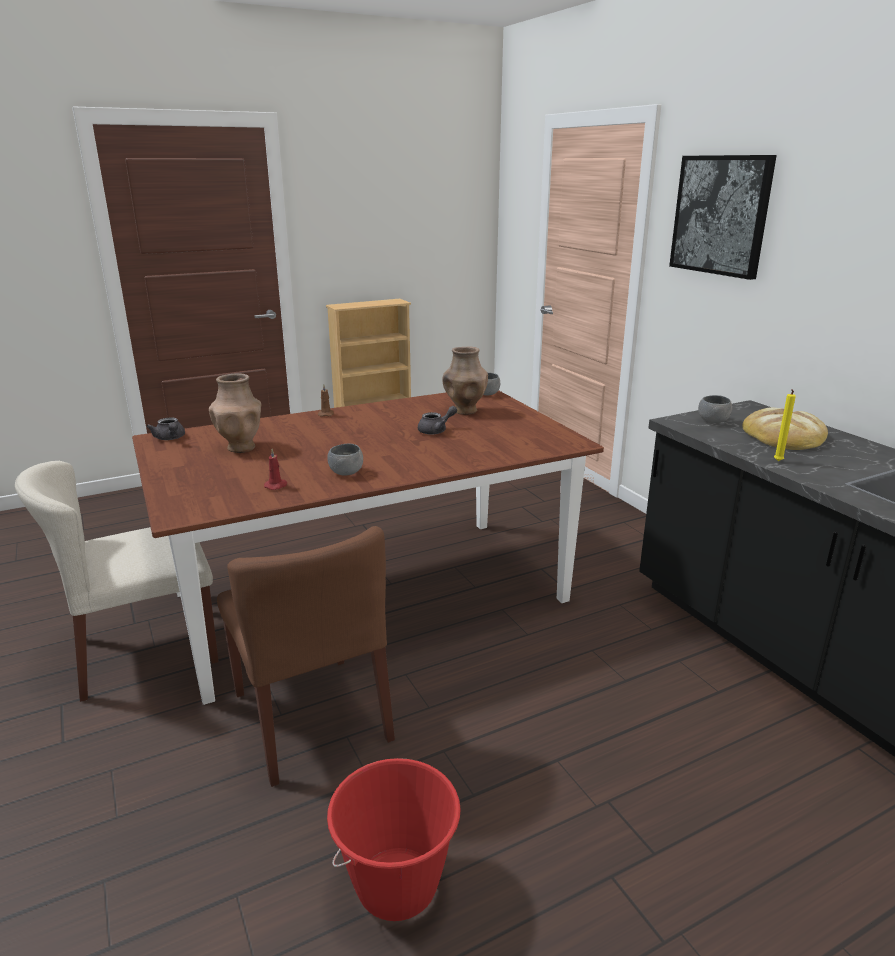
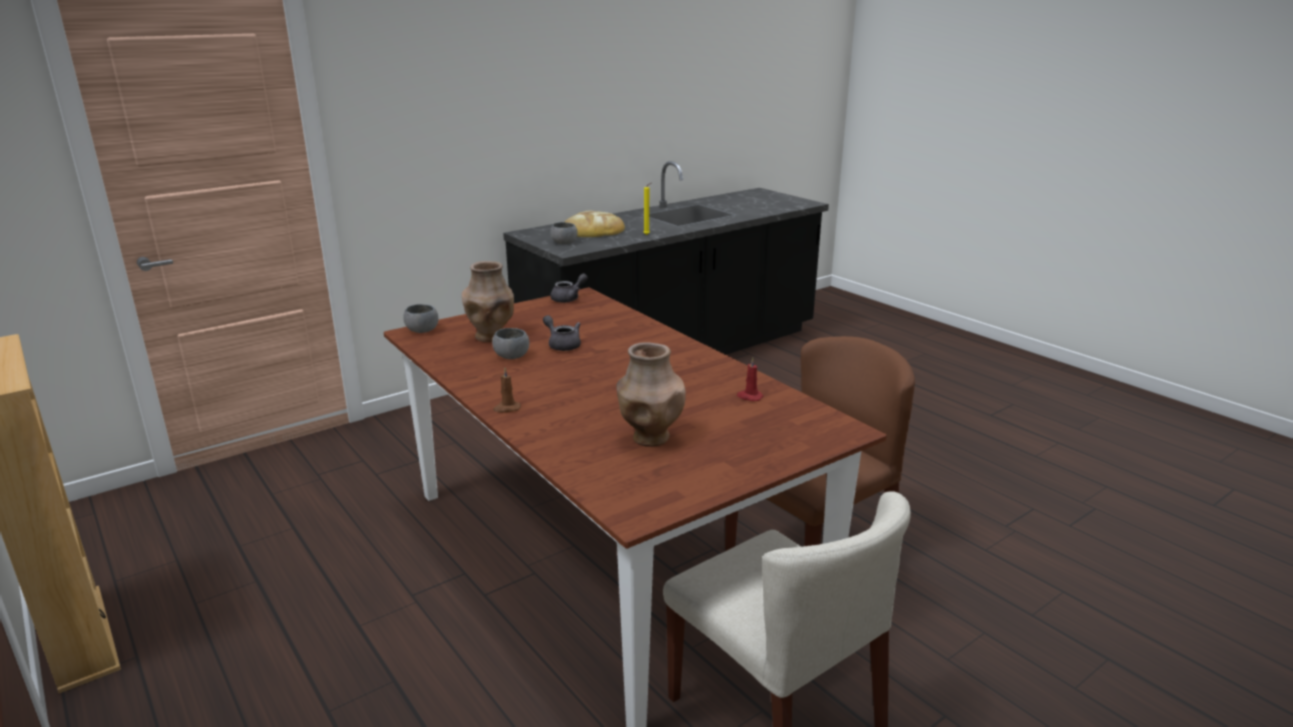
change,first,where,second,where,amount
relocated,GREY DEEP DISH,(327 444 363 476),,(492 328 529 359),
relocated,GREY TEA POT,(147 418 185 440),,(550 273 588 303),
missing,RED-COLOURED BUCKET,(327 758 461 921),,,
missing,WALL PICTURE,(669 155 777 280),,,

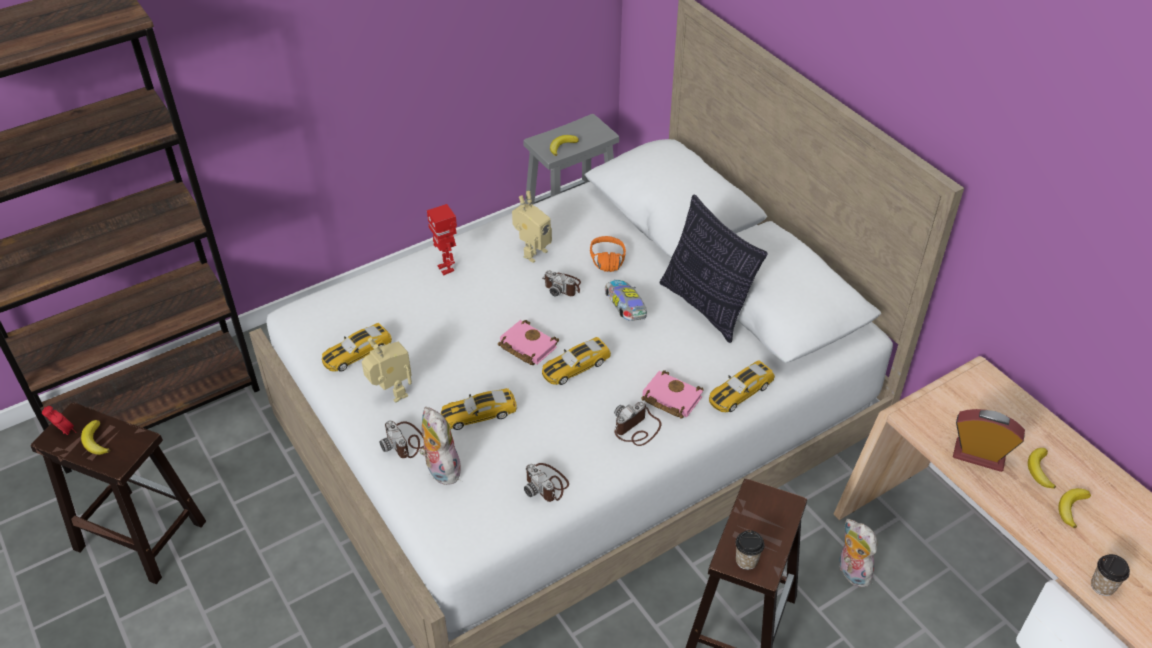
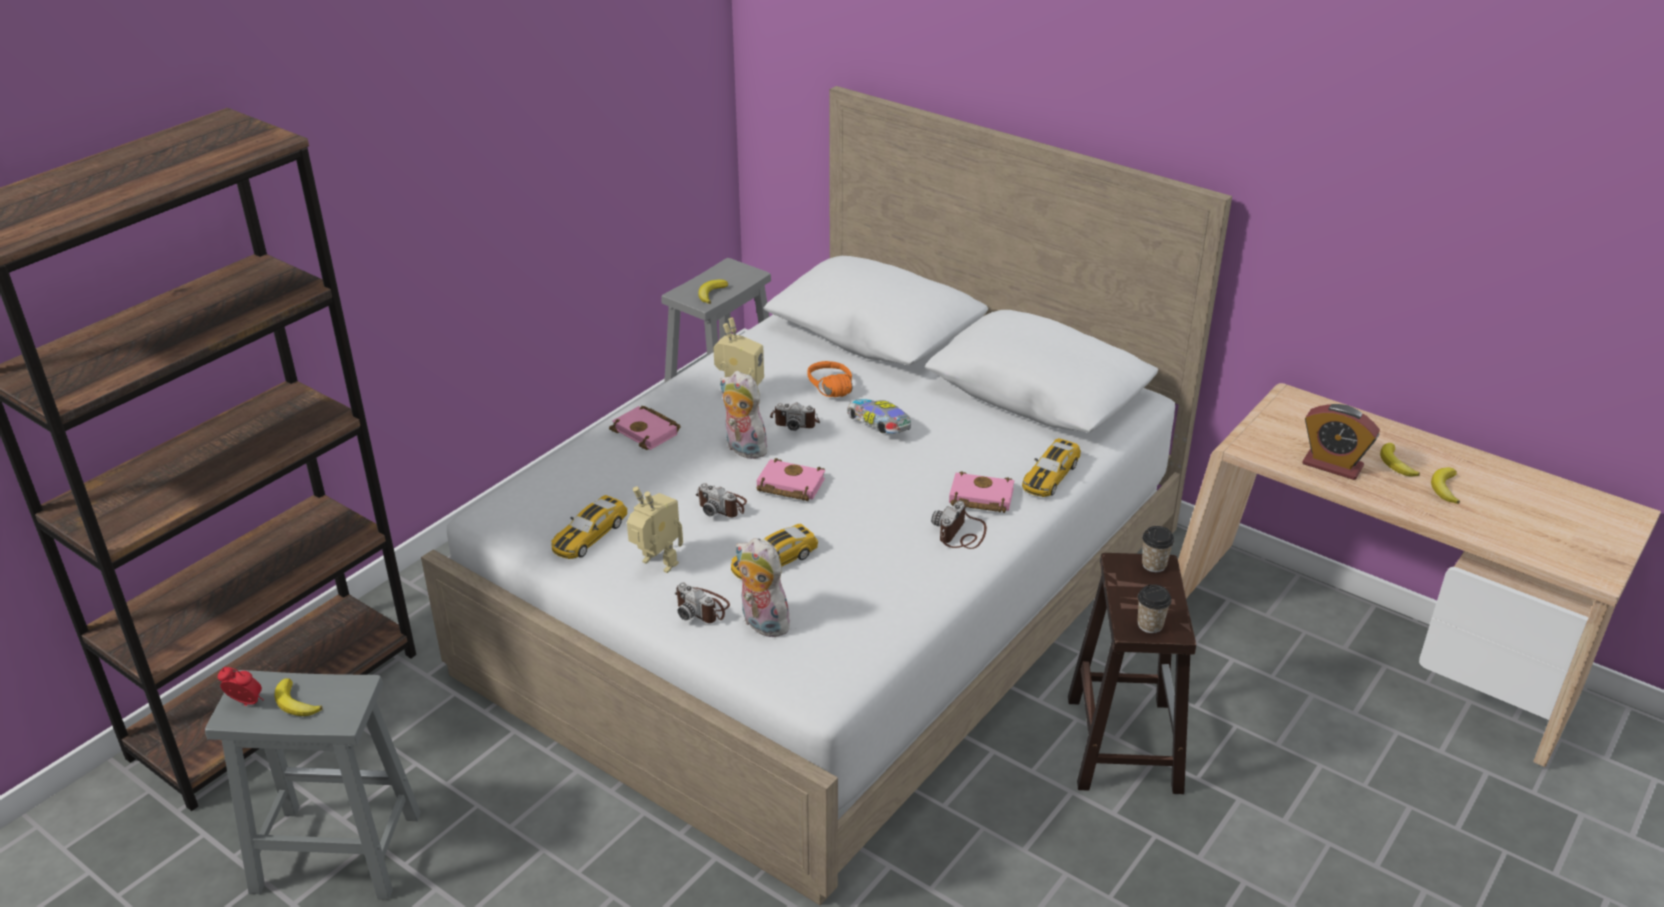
change,first,where,second,where,amount
colour,BROWN STOOL,(31 402 206 584),GREY STOOL,(205 670 421 900),
exchanged,ROBOT FIGURE,(427 204 457 276),PINK BOOK,(609 406 681 450),
relocated,PHOTO CAMERA,(524 463 569 502),,(696 483 747 518),
relocated,PLUSH TOY,(839 519 877 587),,(720 371 767 459),
relocated,CUP,(1091 554 1130 596),,(1142 526 1174 572),
spun,TABLE CLOCK,(953 409 1025 472),,(1302 404 1380 480),150 degrees counterclockwise
missing,MODEL CAR,(542 337 611 385),,,
missing,THROW PILLOW,(660 194 768 343),,,

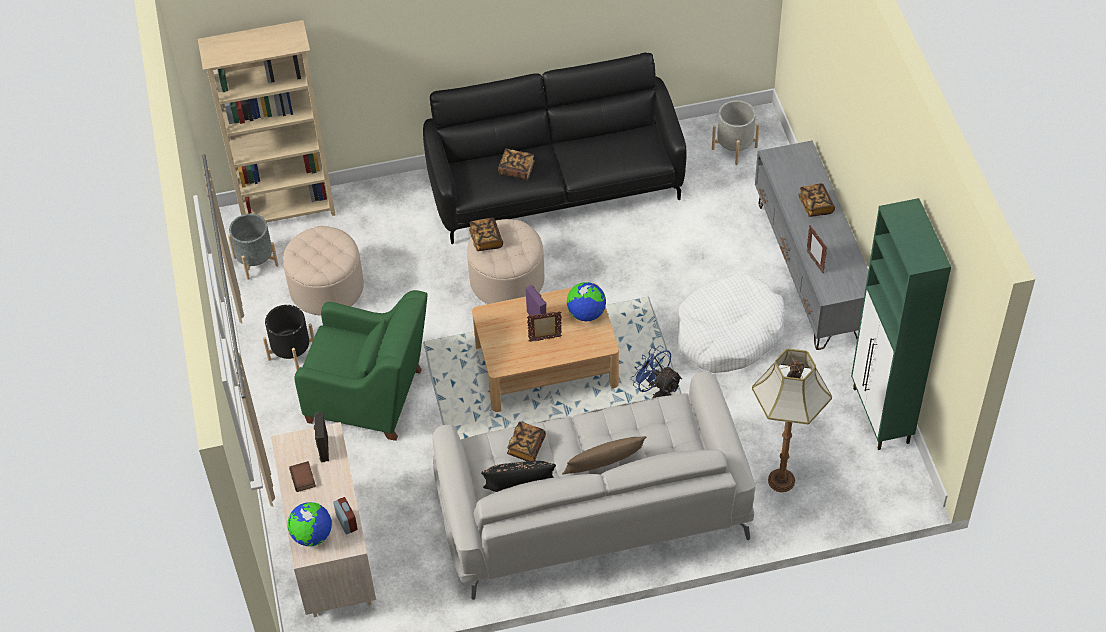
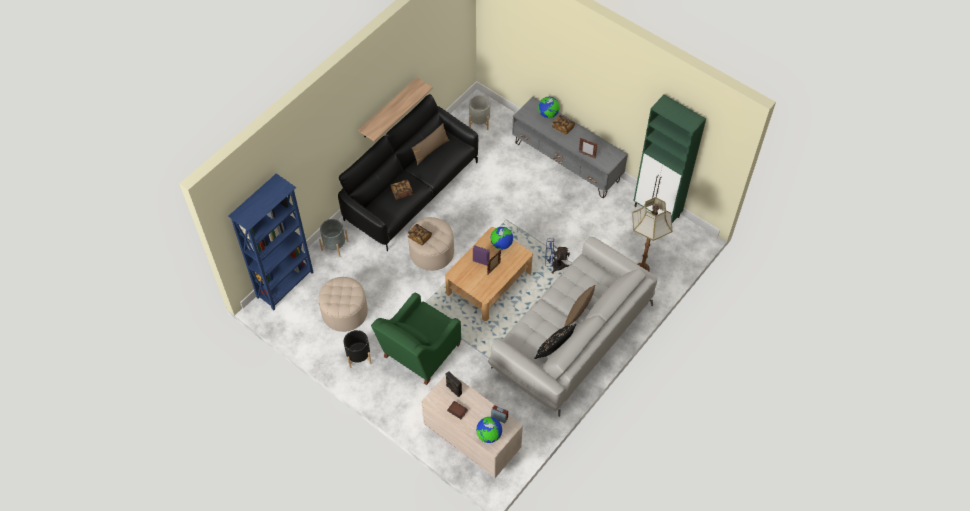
change,first,where,second,where,amount
colour,BEIGE SHELVING UNIT,(198 20 336 222),BLUE-COLOURED SHELVING UNIT,(228 173 314 310),
relocated,GREY PLANTER,(228 214 279 280),,(319 219 348 257),
appeared,,,SHELF,(358 77 433 142),
spun,GREEN-COLOURED EASY CHAIR,(294 290 428 441),,(371 293 461 385),150 degrees clockwise
appeared,,,BROWN THROW PILLOW,(412 123 449 165),
appeared,,,WORLD GLOBE,(538 97 560 118),
missing,BOOK,(507 422 546 461),,,
missing,WHITISH DOG CUSHION,(677 274 785 373),,,

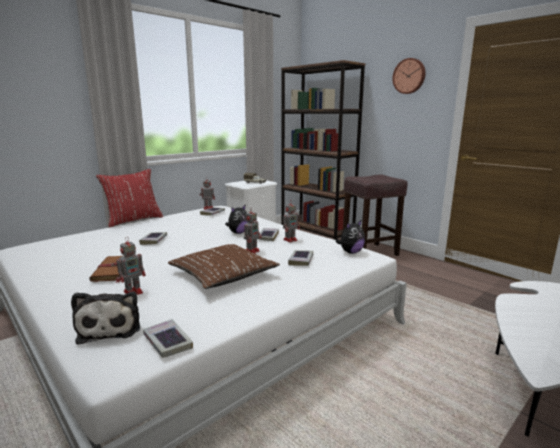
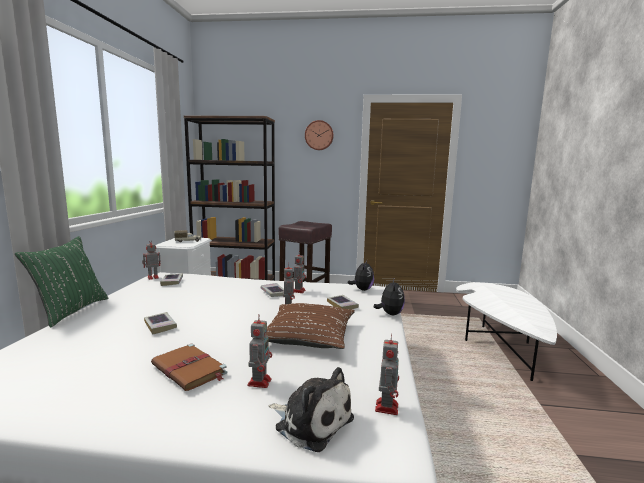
change,first,where,second,where,amount
colour,RED-COLOURED THROW PILLOW,(96 169 163 228),GREEN-COLOURED THROW PILLOW,(15 236 109 328),
relocated,PLUSH TOY,(225 205 248 234),,(374 277 405 315),
exchanged,BOOK,(143 319 193 358),ROBOT FIGURE,(375 333 399 415),

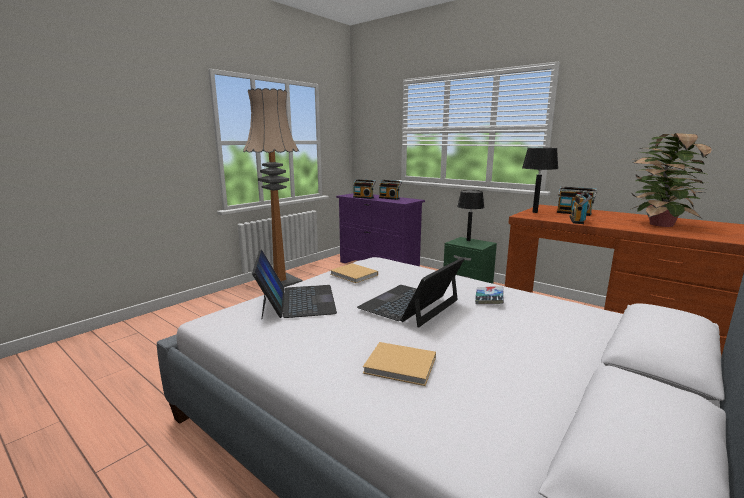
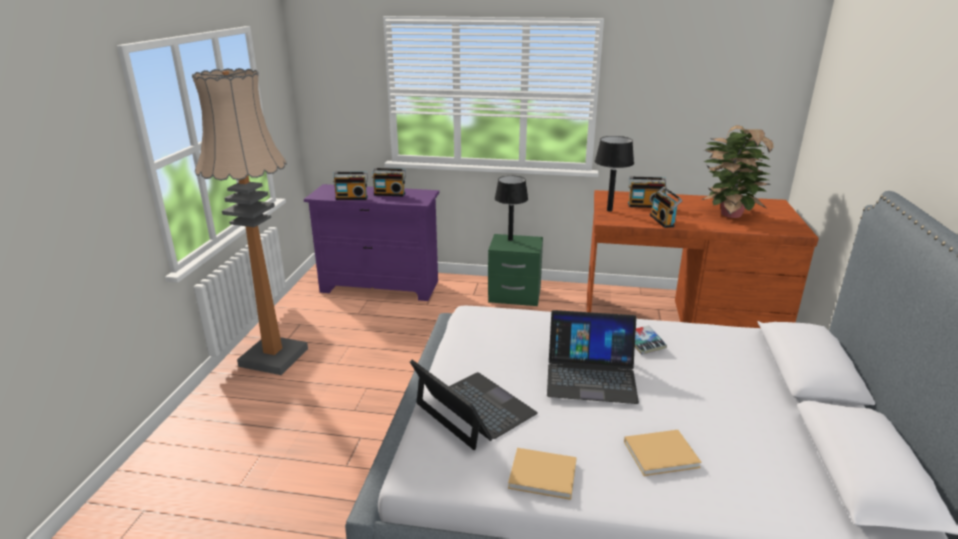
change,first,where,second,where,amount
relocated,BEIGE BOOK,(330 263 378 283),,(508 448 577 500),
spun,PORTABLE COMPUTER,(357 257 464 327),,(547 310 639 404),90 degrees counterclockwise

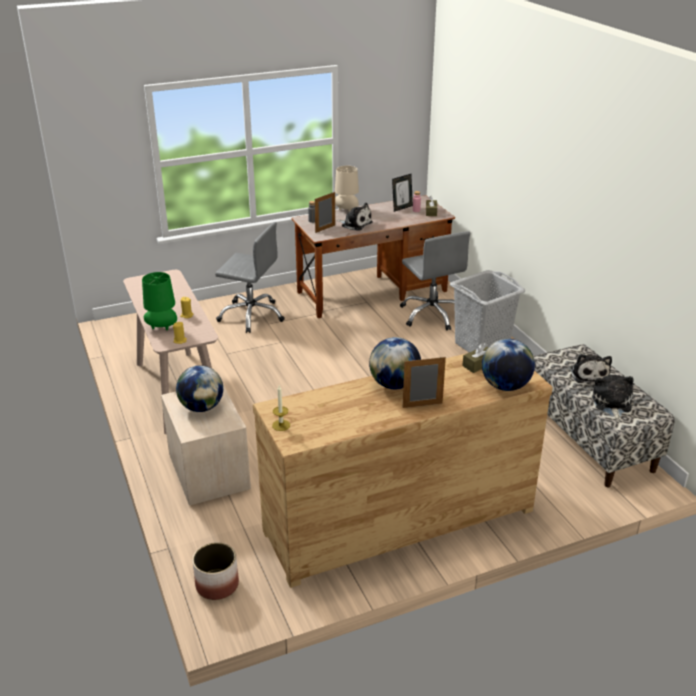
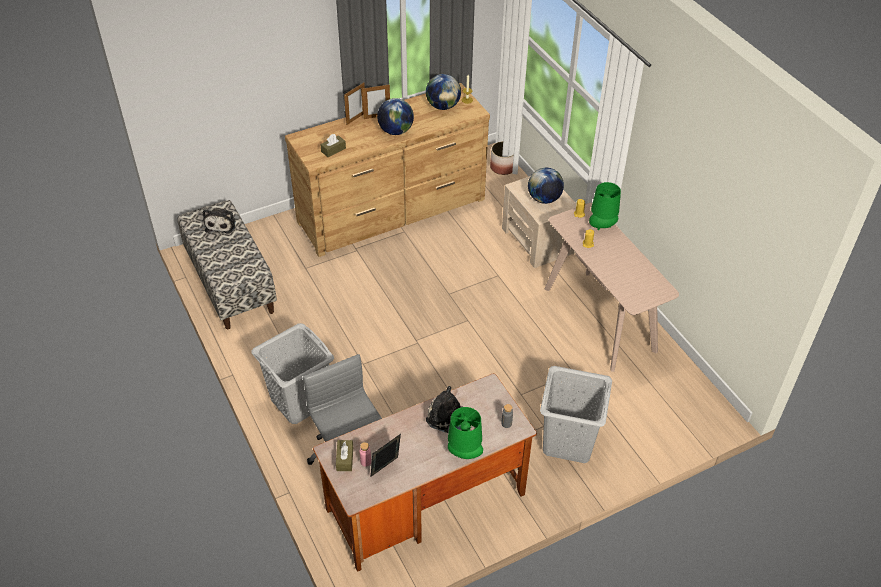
change,first,where,second,where,amount
relocated,STANDING FRAME,(315 192 335 233),,(344 83 365 125),
relocated,WORLD GLOBE,(482 339 535 391),,(426 74 461 110),
colour,BEIGE LAMP FOR A TABLE,(335 166 359 211),GREEN-COLOURED LAMP FOR A TABLE,(448 407 483 459),
exchanged,GREY DESK CHAIR,(215 222 285 333),GREY WASHING BASKET,(540 366 612 463),
missing,PLUSH TOY,(571 354 612 383),,,

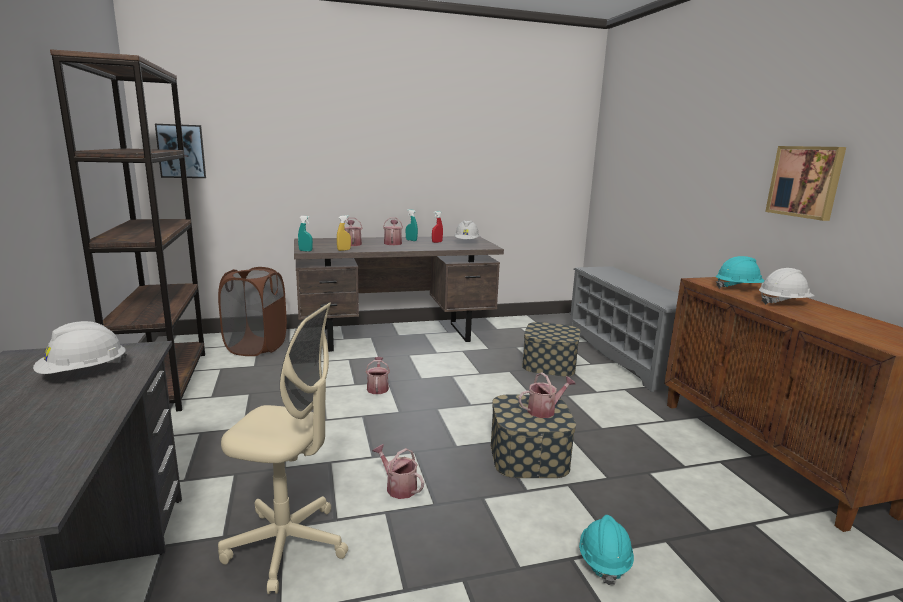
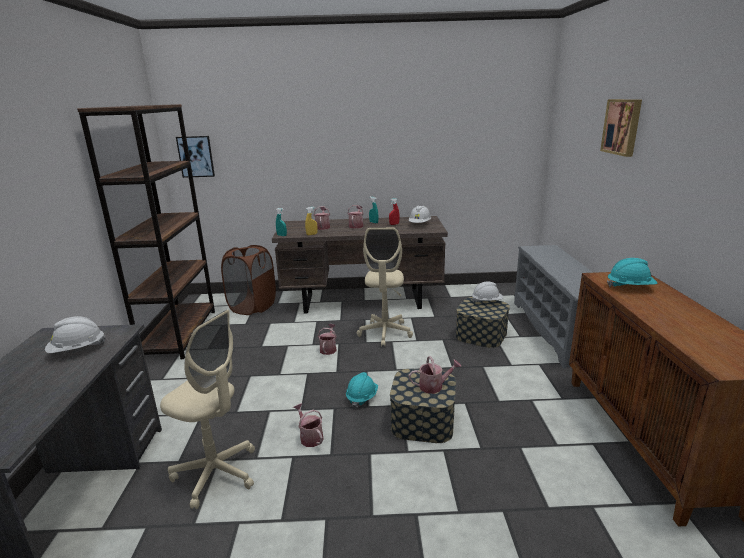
change,first,where,second,where,amount
relocated,BLUE-GREEN SAFETY HELMET,(579 515 634 585),,(346 372 378 408),
appeared,,,BEIGE DESK CHAIR,(357 227 413 347),
relocated,WHITISH SAFETY HELMET,(759 268 815 305),,(472 281 503 303),
relocated,WALL PICTURE,(765 146 846 221),,(600 99 642 157),

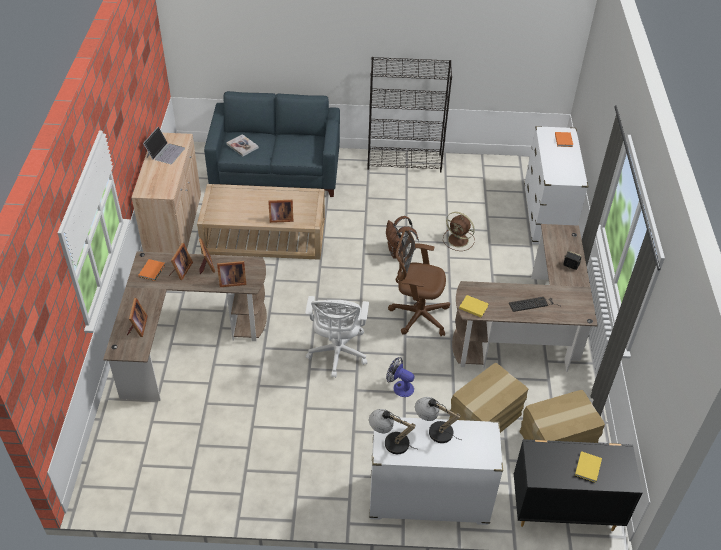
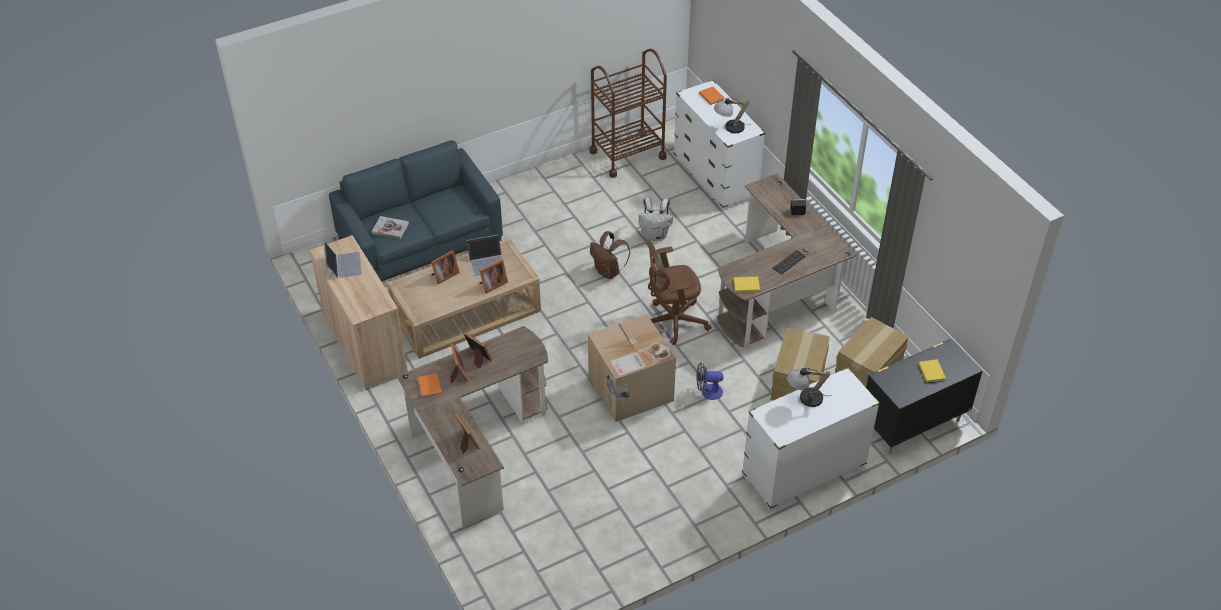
change,first,where,second,where,amount
relocated,STANDING FRAME,(217 261 246 287),,(431 250 460 284),
appeared,,,PORTABLE COMPUTER,(467 234 506 276),
exchanged,WHITISH DESK CHAIR,(305 296 369 378),CARDBOARD BOX,(588 314 676 422),
appeared,,,BROWN WHEELED CART,(590 49 667 178),
exchanged,BROWN FAN,(443 212 475 251),WHITISH RUCKSACK,(639 198 673 241),
relocated,LAMP FOR A TABLE,(369 409 416 454),,(714 97 751 133),
missing,BLACK-COLOURED SHELVING UNIT,(367 57 452 173),,,

